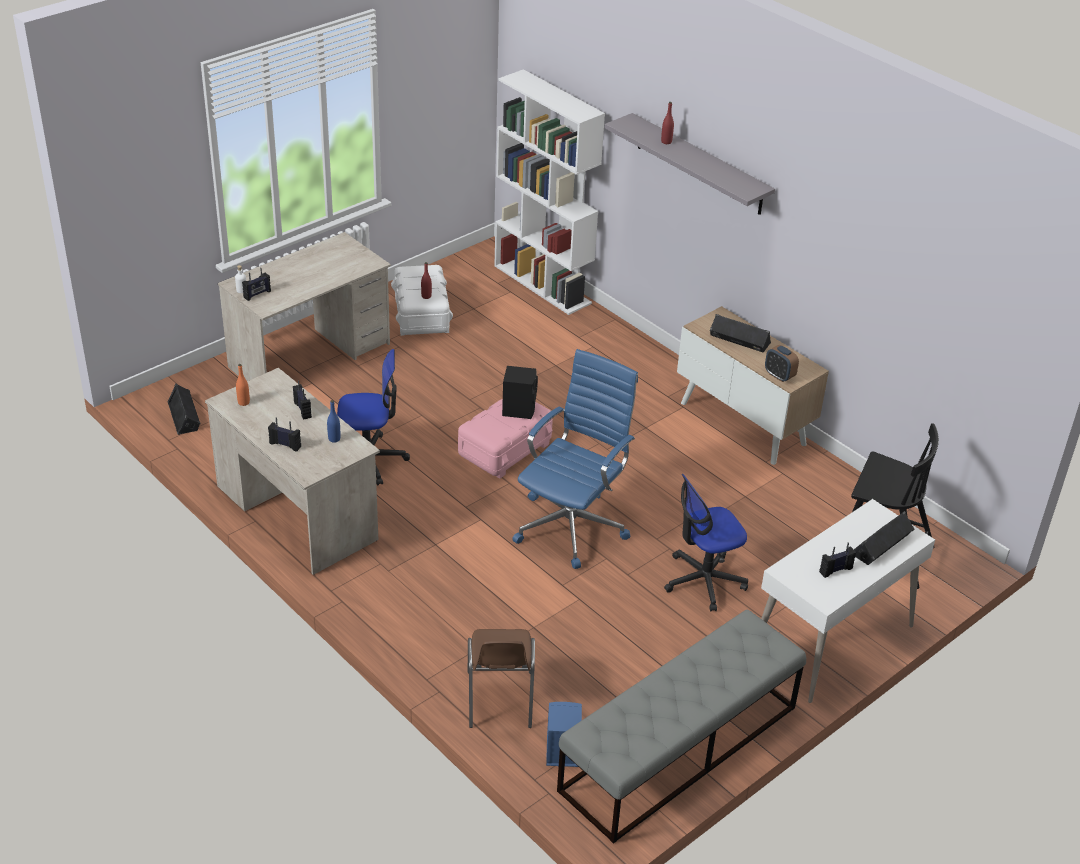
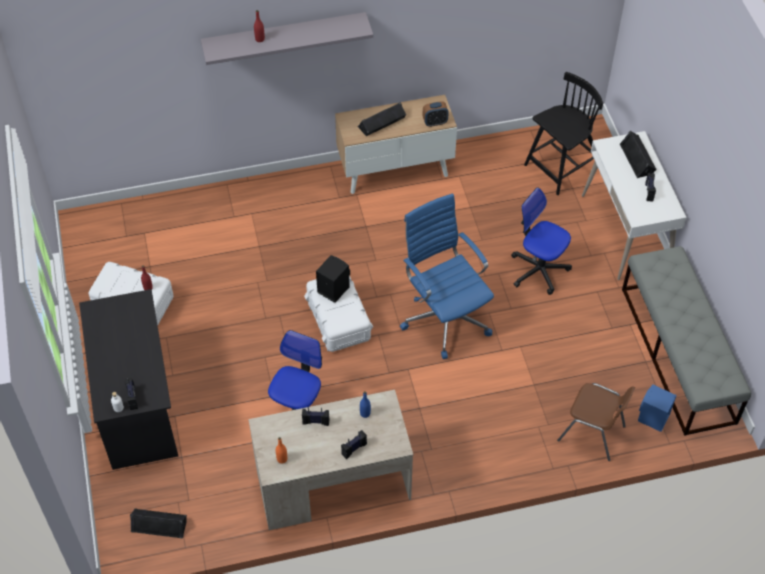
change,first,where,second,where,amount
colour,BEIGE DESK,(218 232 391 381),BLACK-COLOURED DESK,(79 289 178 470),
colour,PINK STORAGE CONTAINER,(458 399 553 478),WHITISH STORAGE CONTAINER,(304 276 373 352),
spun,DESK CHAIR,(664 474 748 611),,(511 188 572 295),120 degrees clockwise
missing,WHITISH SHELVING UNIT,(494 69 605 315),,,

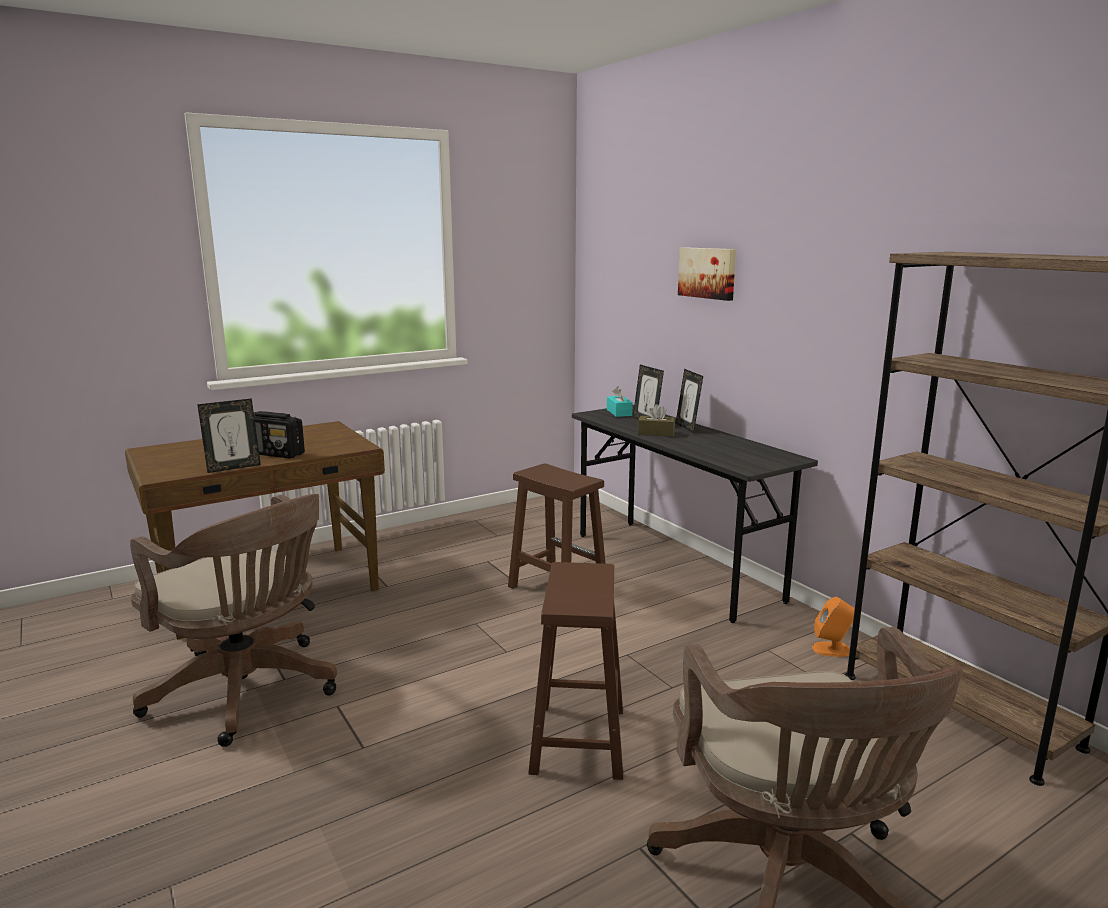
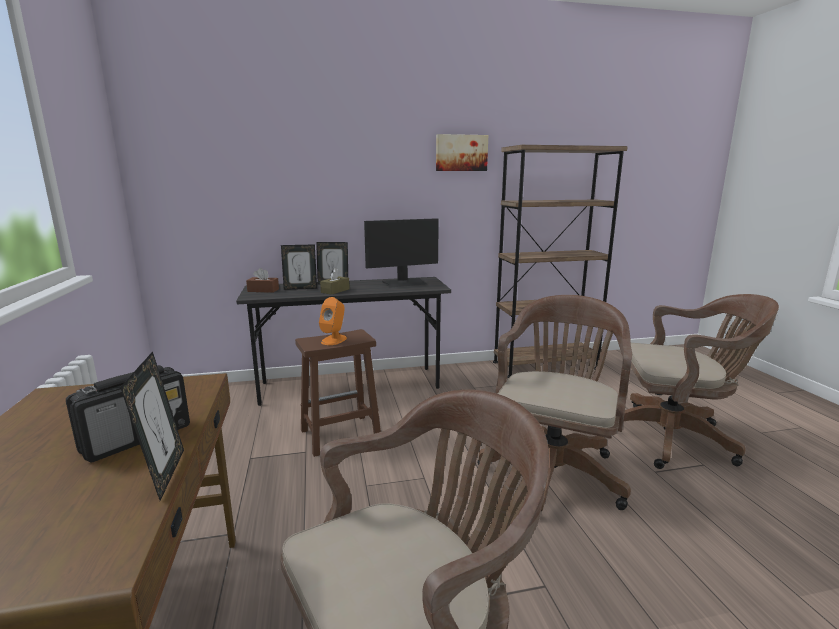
change,first,where,second,where,amount
colour,BLUE-GREEN BOX OF TISSUES,(607 386 633 417),BROWN BOX OF TISSUES,(246 268 279 293),
relocated,ORANGE AUDIO SPEAKER,(812 597 855 657),,(319 297 347 345),
appeared,,,COMPUTER DISPLAY,(364 218 439 288),
relocated,WALL PICTURE,(678 247 736 301),,(436 134 488 171),
exchanged,BROWN STOOL,(528 562 623 780),BROWN DESK CHAIR,(477 295 632 511),

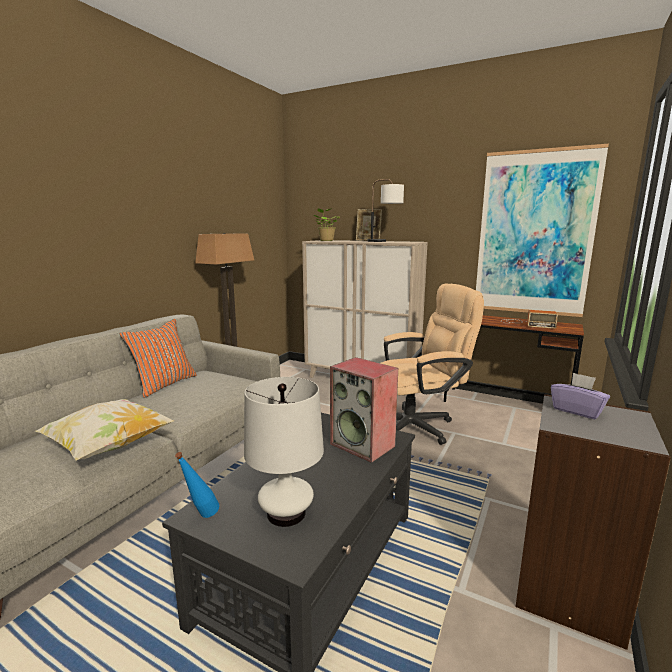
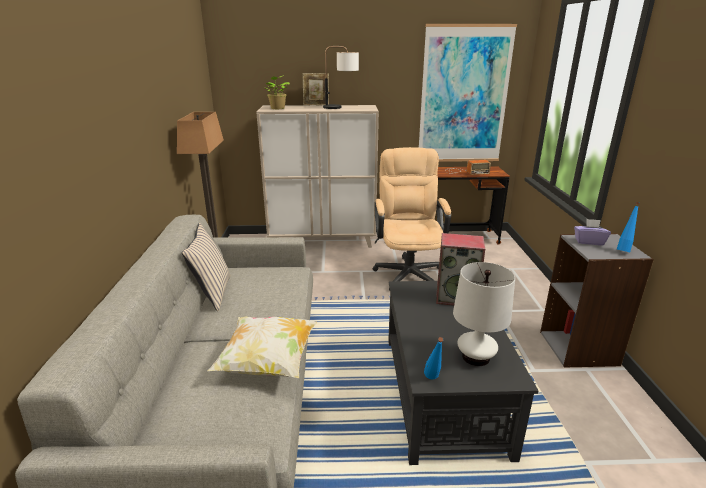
change,first,where,second,where,amount
colour,ORANGE THROW PILLOW,(120 319 197 398),BEIGE THROW PILLOW,(182 223 231 311),
spun,BEIGE DESK CHAIR,(381 283 484 445),,(373 147 451 290),45 degrees counterclockwise
appeared,,,BLUE-COLOURED BEVERAGE BOTTLE,(617 202 640 252),

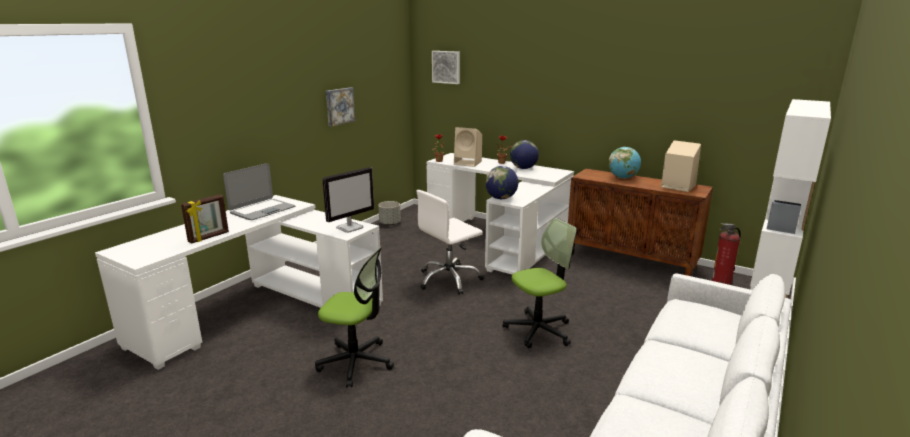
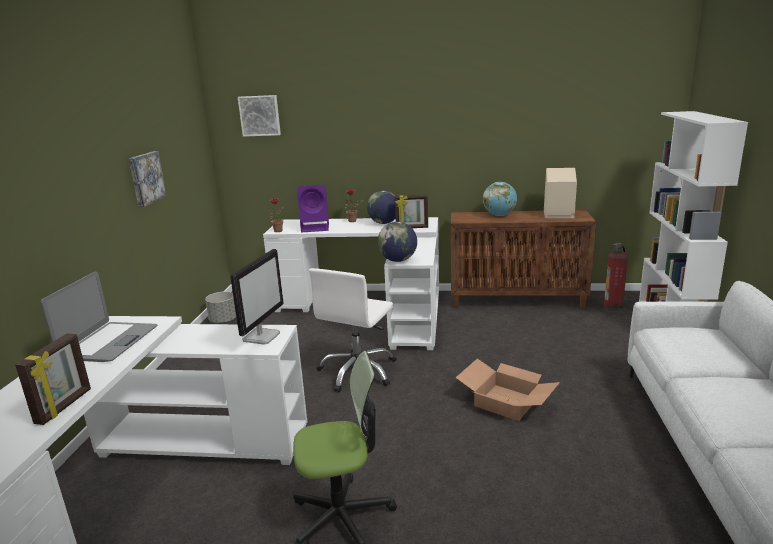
change,first,where,second,where,amount
colour,BEIGE AUDIO SPEAKER,(454 127 482 167),PURPLE-COLOURED AUDIO SPEAKER,(297 185 329 232),
appeared,,,STANDING FRAME,(395 195 428 228),
exchanged,DESK CHAIR,(502 218 577 348),CARDBOARD BOX,(456 358 560 421),

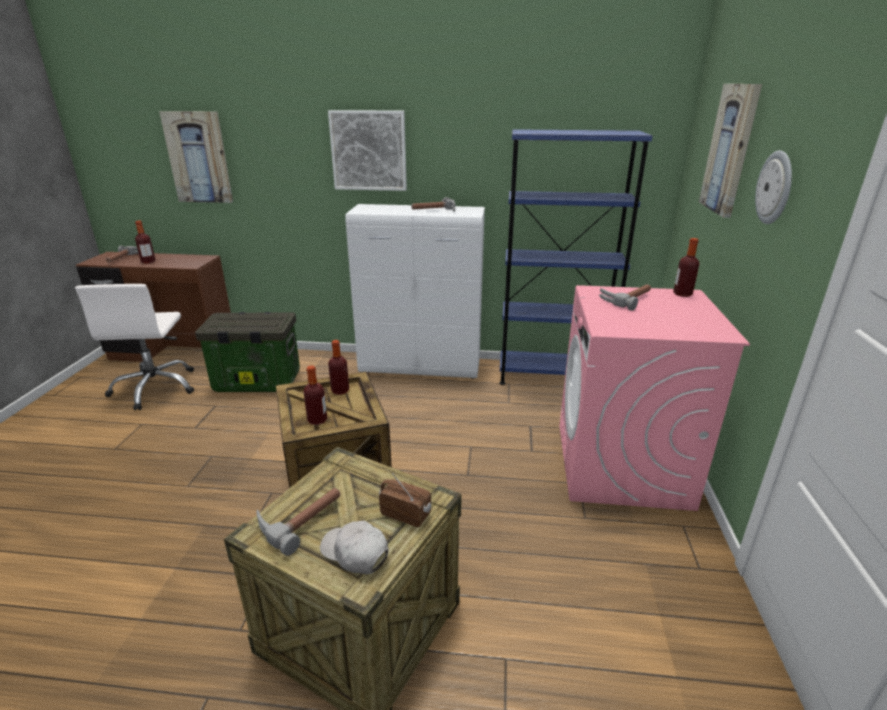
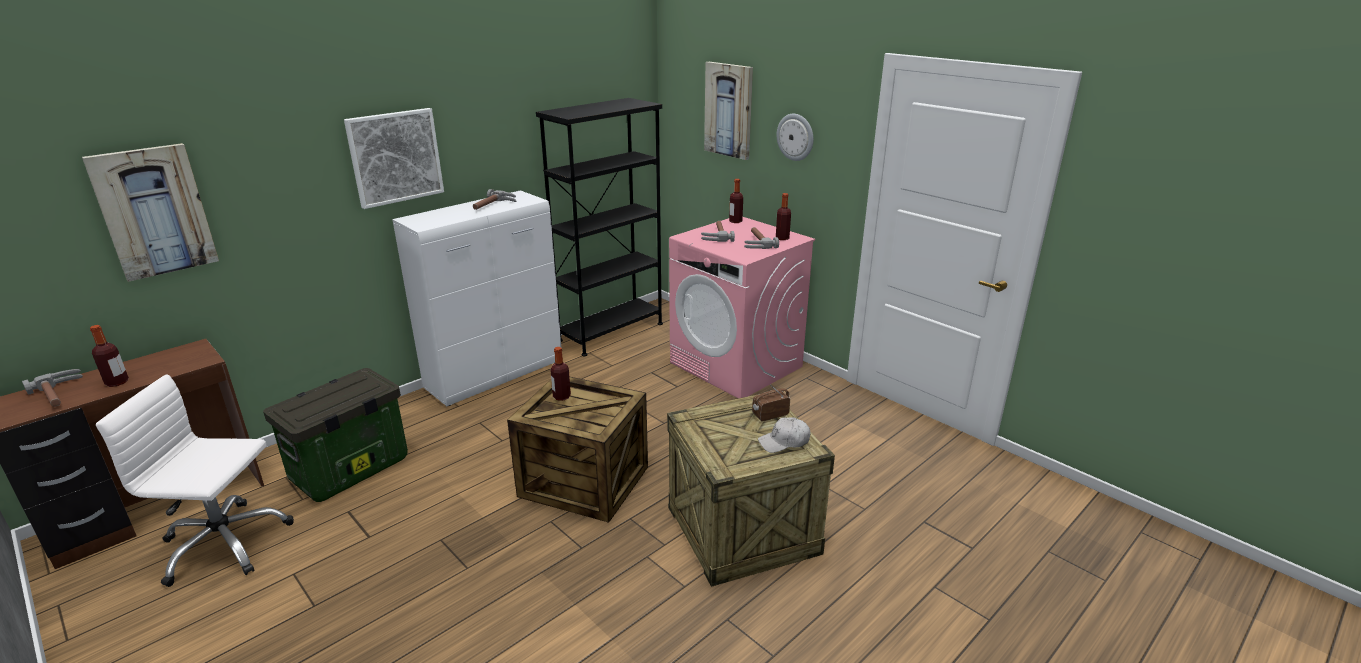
change,first,where,second,where,amount
spun,WHITISH DESK CHAIR,(75 284 194 410),,(96 374 294 587),150 degrees clockwise
colour,BLUE-COLOURED SHELVING UNIT,(500 129 653 385),BLACK-COLOURED SHELVING UNIT,(536 98 663 356),
relocated,HAMMER,(256 488 340 556),,(744 227 779 249),
relocated,BEVERAGE BOTTLE,(303 365 327 425),,(776 193 791 240),

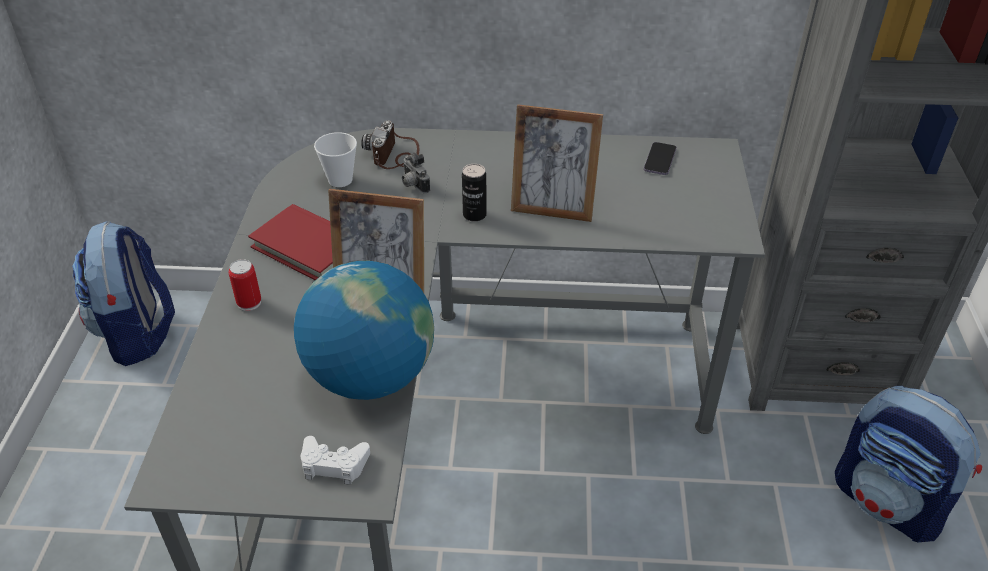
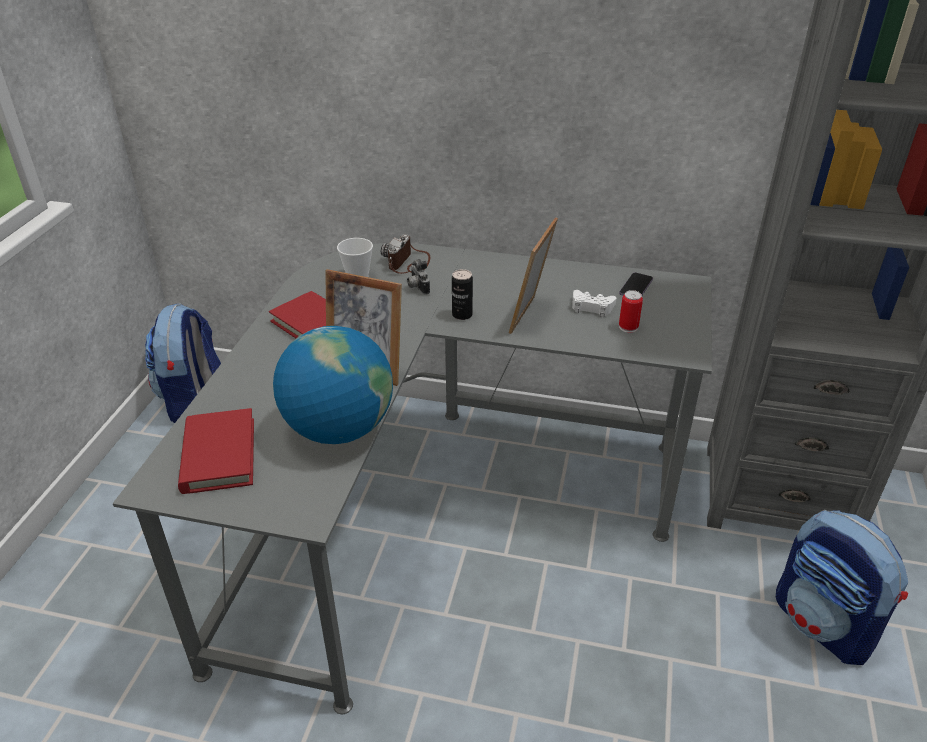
change,first,where,second,where,amount
appeared,,,RED-COLOURED BOOK,(178 408 254 494),
spun,STANDING FRAME,(511 104 603 222),,(509 217 558 334),90 degrees clockwise
relocated,WHITISH GAMEPAD,(301 436 370 485),,(572 290 616 317),
relocated,METAL CAN,(228 259 261 311),,(619 290 643 333),

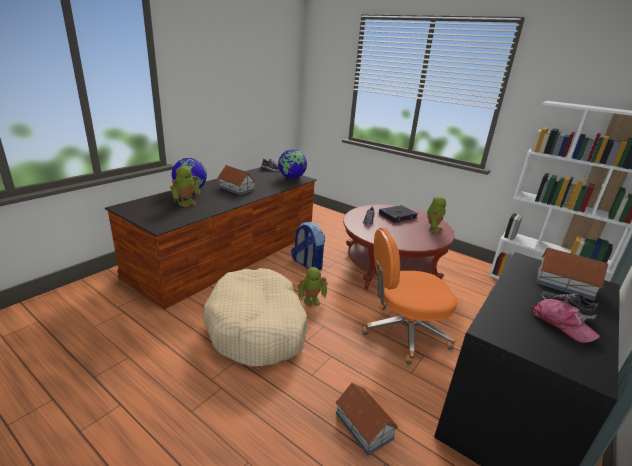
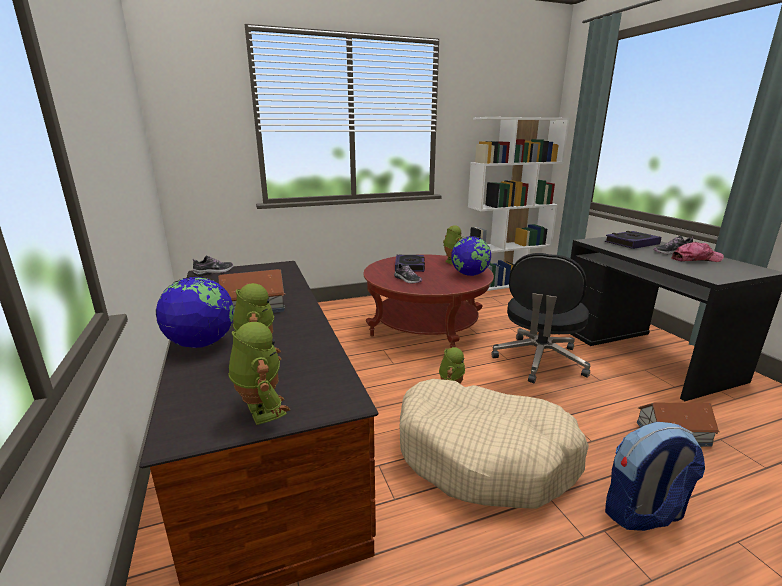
change,first,where,second,where,amount
appeared,,,ROBOT FIGURE,(229 322 290 425),
relocated,WORLD GLOBE,(278 149 307 179),,(451 236 491 276),
colour,ORANGE DESK CHAIR,(362 228 458 365),BLACK-COLOURED DESK CHAIR,(492 253 590 383),
exchanged,MINIATURE HOUSE,(537 248 608 301),BOOK,(605 231 662 249),
relocated,RUCKSACK,(291 222 325 270),,(605 422 705 531),

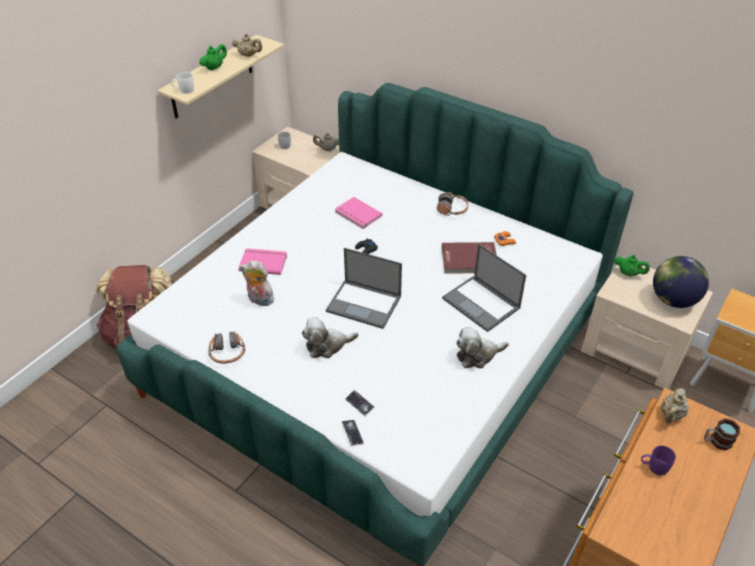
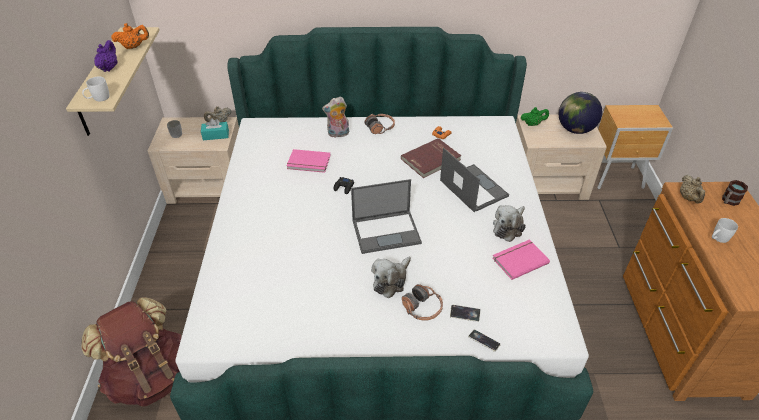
change,first,where,second,where,amount
colour,GREEN-COLOURED TEA POT,(199 44 227 71),PURPLE-COLOURED TEA POT,(94 40 118 72),
colour,BEIGE TEA POT,(232 33 262 57),ORANGE TEA POT,(111 23 149 49),
appeared,,,BLUE-GREEN BOX OF TISSUES,(201 118 229 140),
relocated,PLUSH TOY,(240 260 274 306),,(322 97 349 138),
relocated,HEADSET,(208 331 245 364),,(402 284 443 321),
spun,PORTABLE COMPUTER,(442 244 526 332),,(440 148 509 212),135 degrees counterclockwise
relocated,PINK BOOK,(238 248 287 275),,(492 239 550 280),
colour,PURPLE-COLOURED MUG,(641 446 676 475),WHITISH MUG,(712 218 738 243),

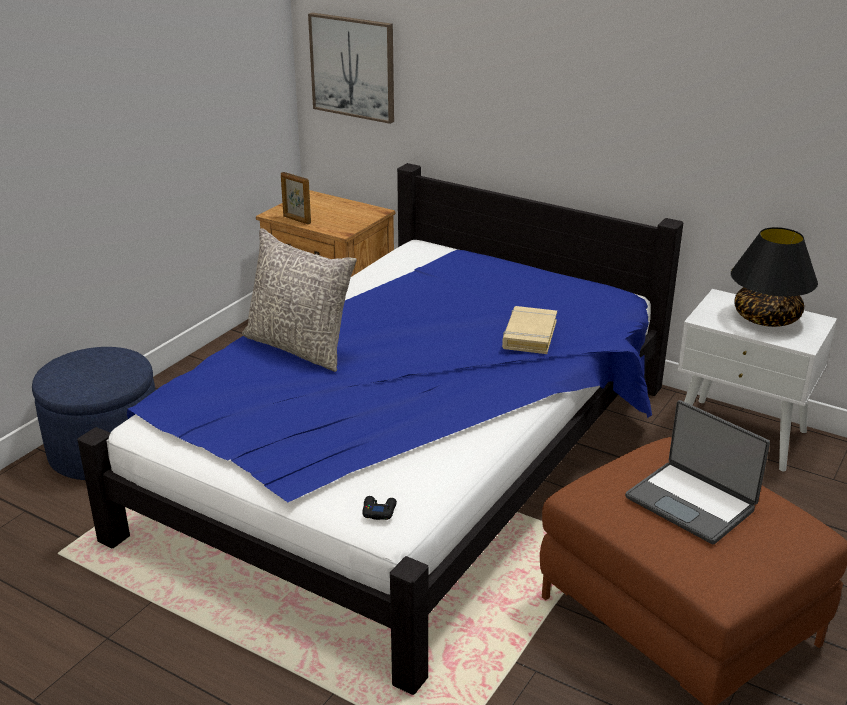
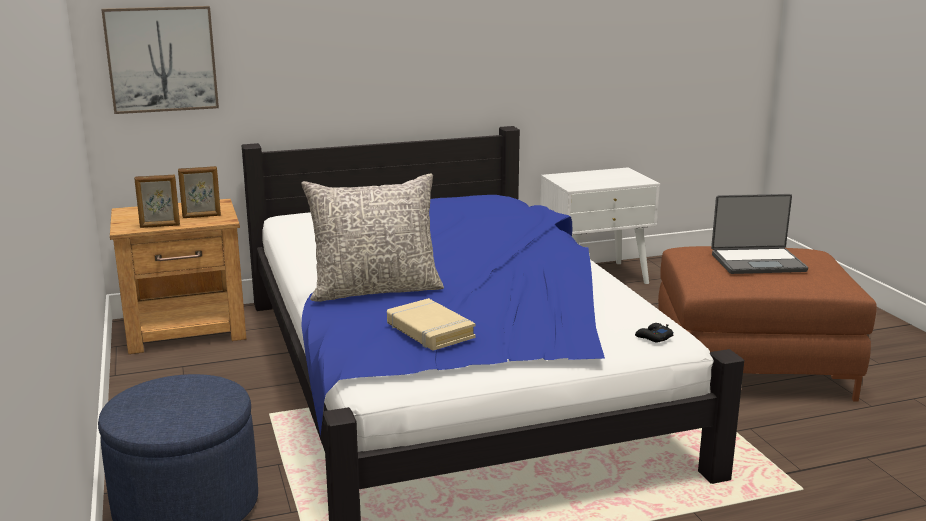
change,first,where,second,where,amount
appeared,,,STANDING FRAME,(178 166 221 218),
relocated,BEIGE BOOK,(502 306 557 354),,(387 298 476 351),
missing,BLACK-COLOURED LAMP FOR A TABLE,(731 227 818 327),,,

